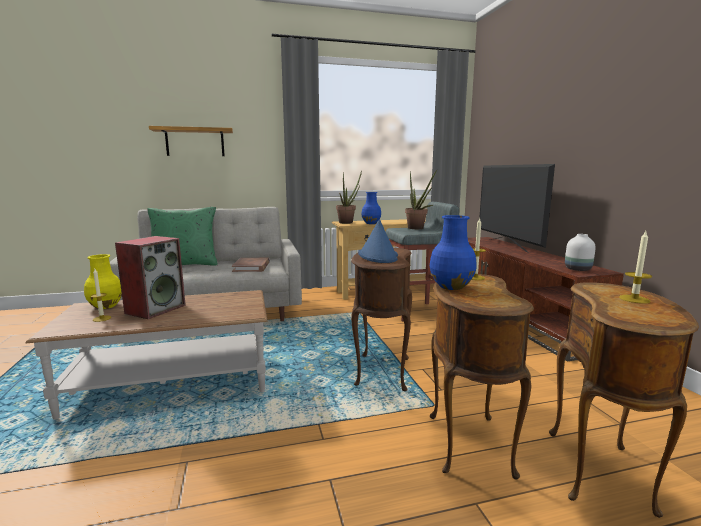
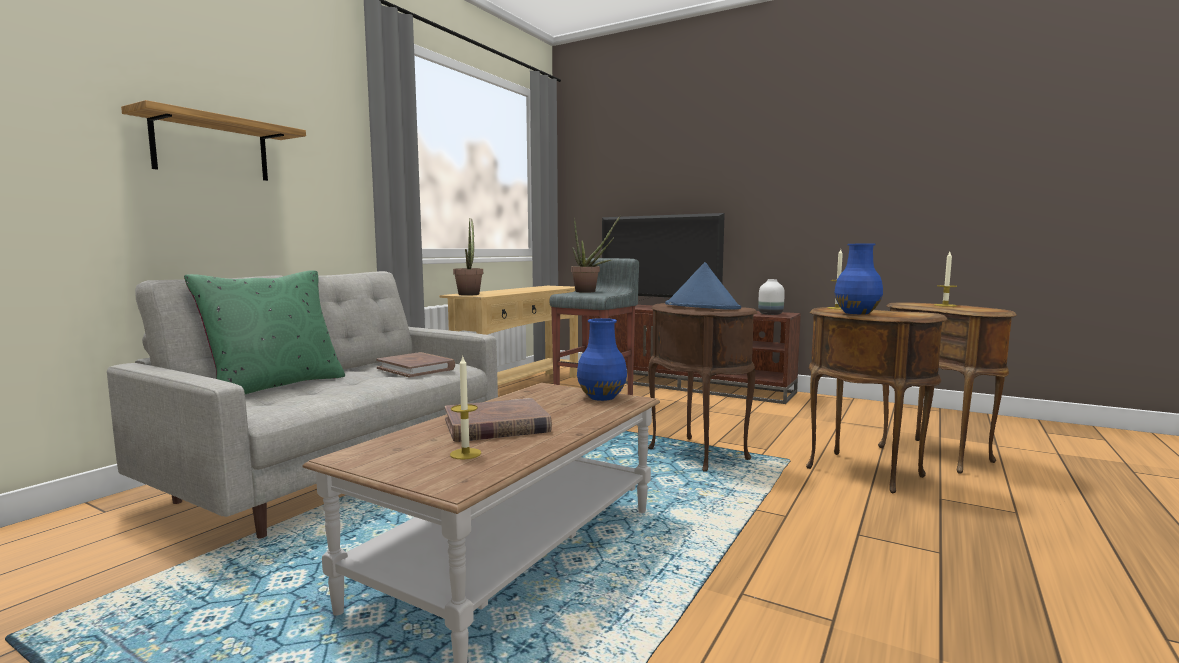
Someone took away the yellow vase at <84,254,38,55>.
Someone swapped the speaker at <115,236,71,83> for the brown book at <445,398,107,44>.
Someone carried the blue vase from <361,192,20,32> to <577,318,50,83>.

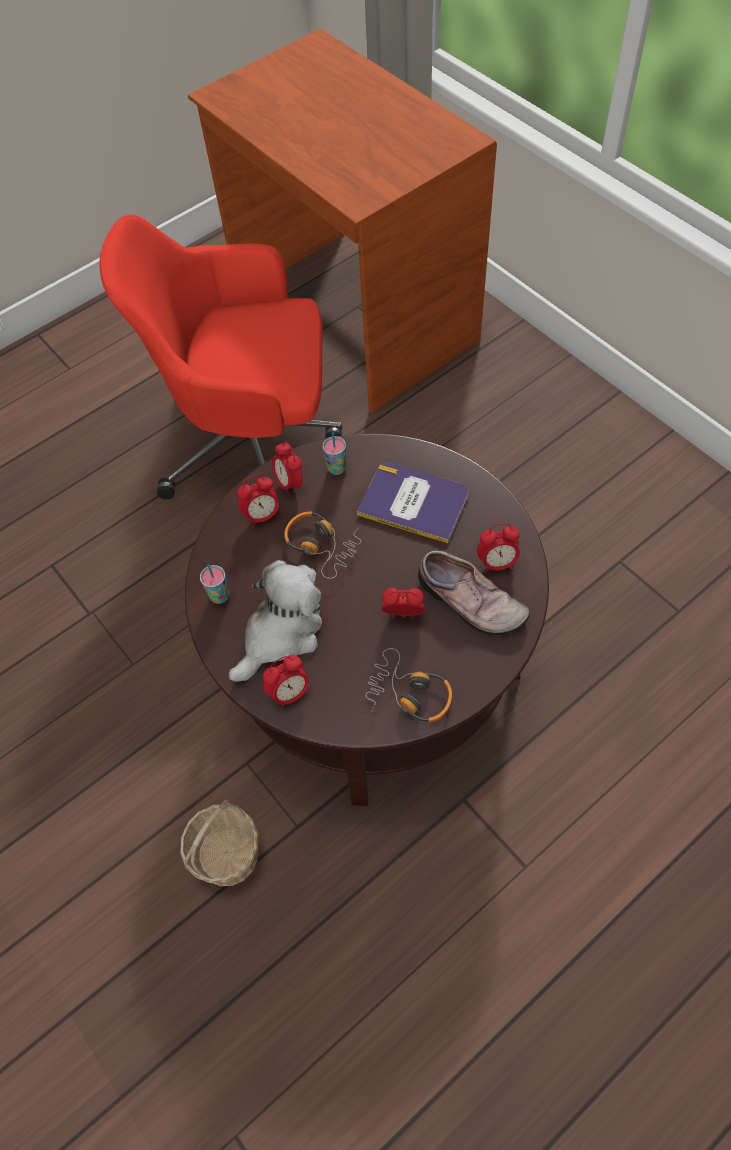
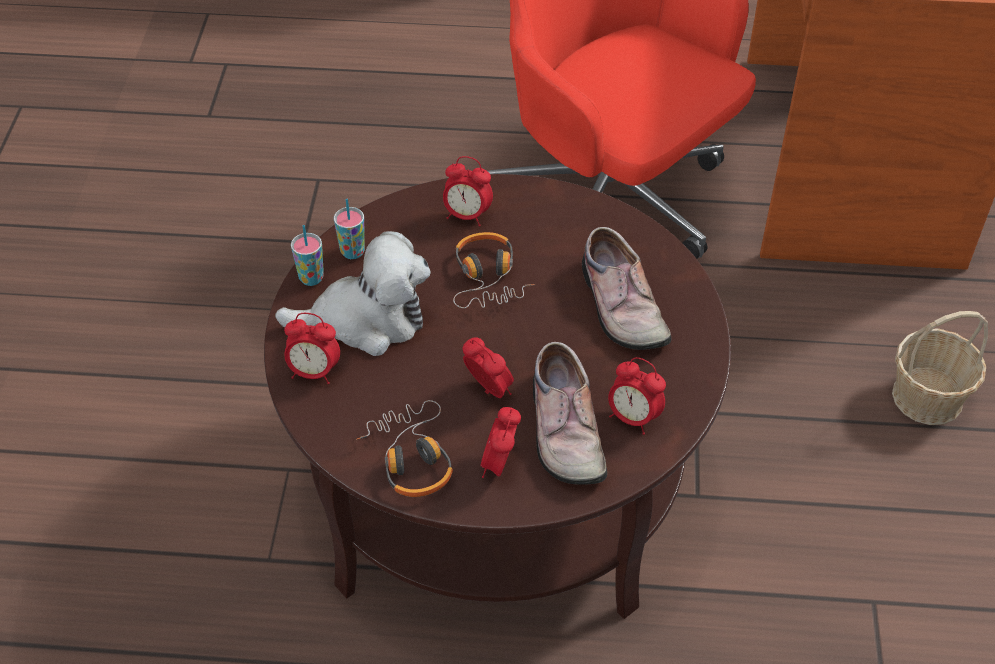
Someone carried the basket from <180,800,78,86> to <892,311,96,114>.
Someone carried the alarm clock from <272,442,31,55> to <481,407,40,71>.
Someone carried the cup from <323,432,23,43> to <291,225,33,61>.
Someone swapped the book at <357,462,112,81> for the shoe at <582,227,89,123>.

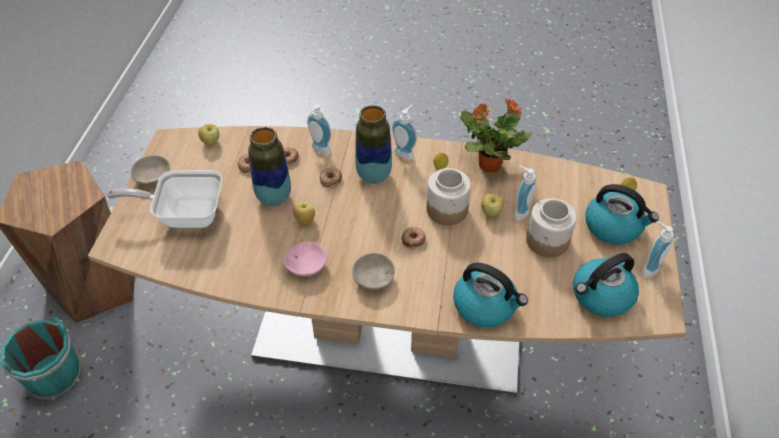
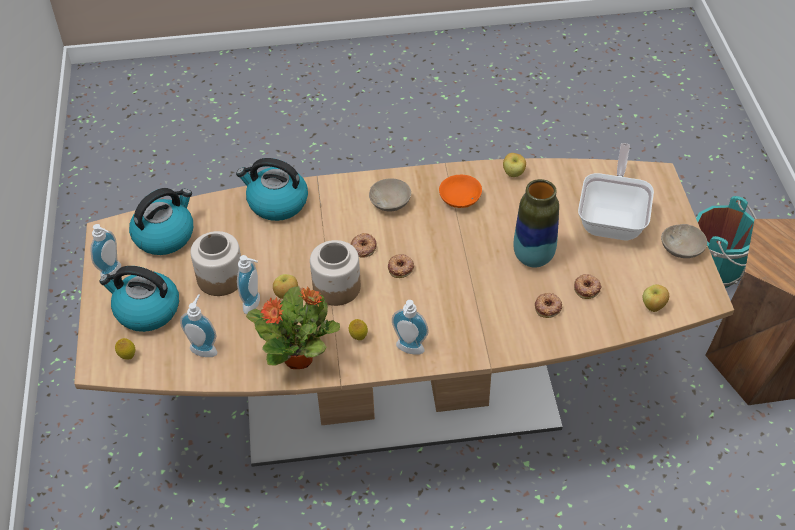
Someone rotated the frying pan at <107,170,115,58> by 60 degrees counterclockwise.
Someone repainted the pink bowl at <283,242,44,34>, which became the orange bowl at <439,175,43,33>.
Someone carried the apple from <293,202,22,23> to <503,153,23,24>.
Someone carried the soap dispenser from <307,104,24,50> to <180,294,37,63>.
Someone carried the donut from <319,167,23,21> to <388,254,26,24>.
Someone took away the vase at <355,105,37,79>.

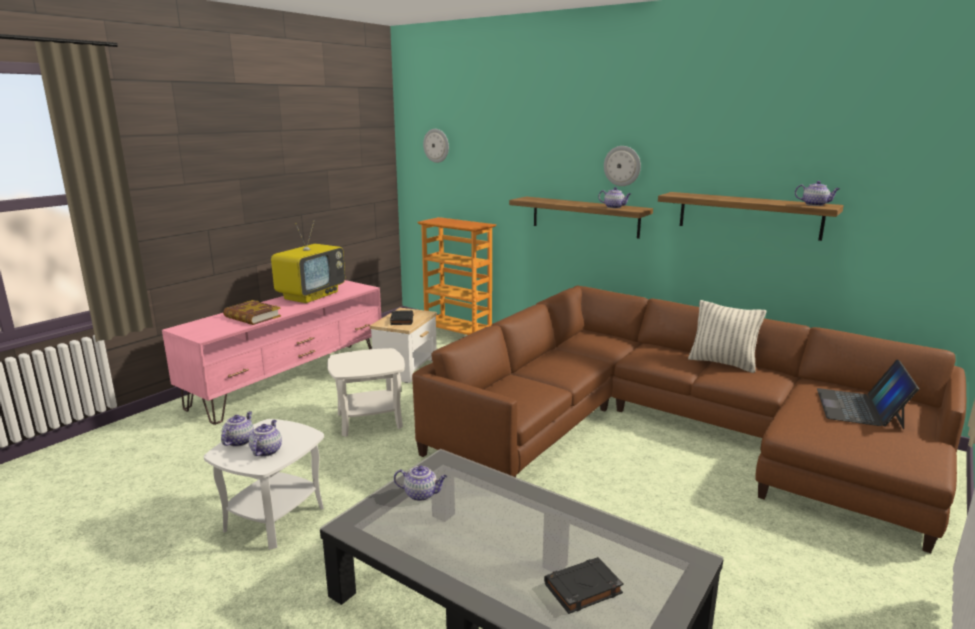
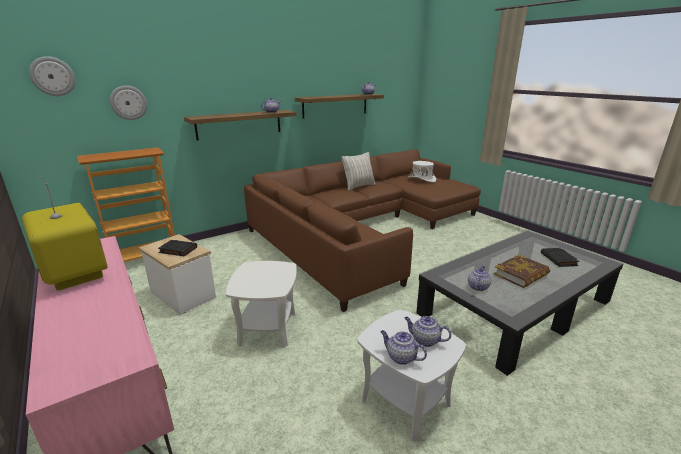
Someone carried the book from <223,300,58,25> to <494,255,56,33>.
Someone carried the wall clock from <604,146,37,40> to <110,85,37,35>.
Someone swapped the laptop at <817,359,102,70> for the white hat at <408,161,28,21>.

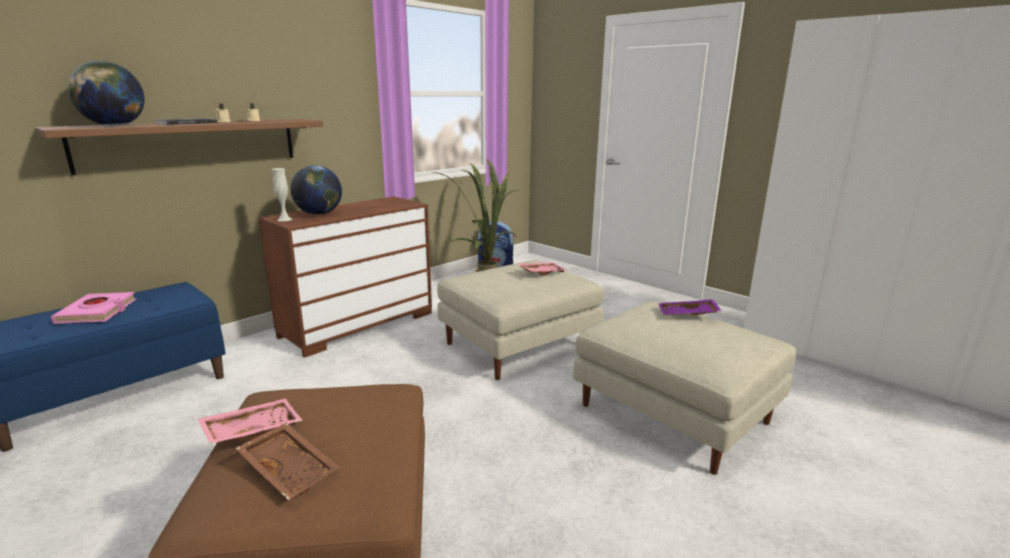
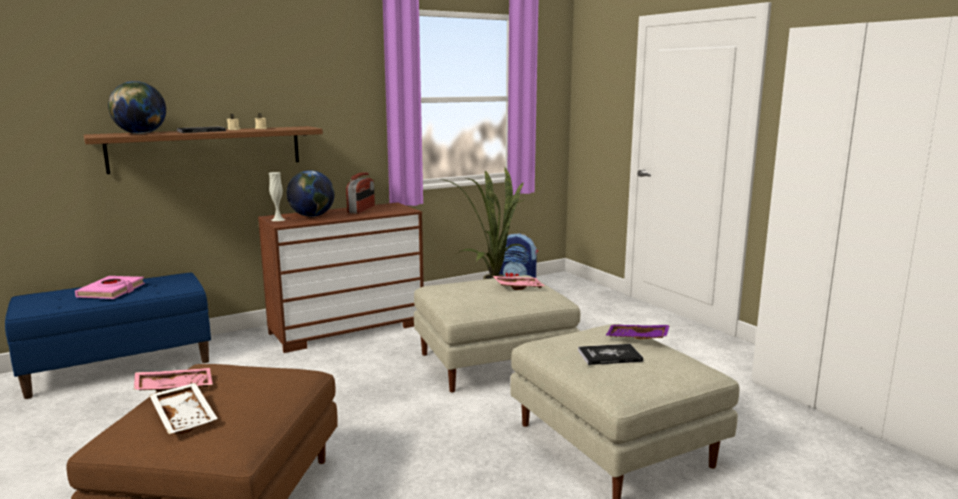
Someone repainted the brown tray at <235,423,104,77>, which became the white tray at <150,383,68,51>.
Someone put down the radio at <346,172,29,42>.
Someone put down the book at <578,344,65,21>.

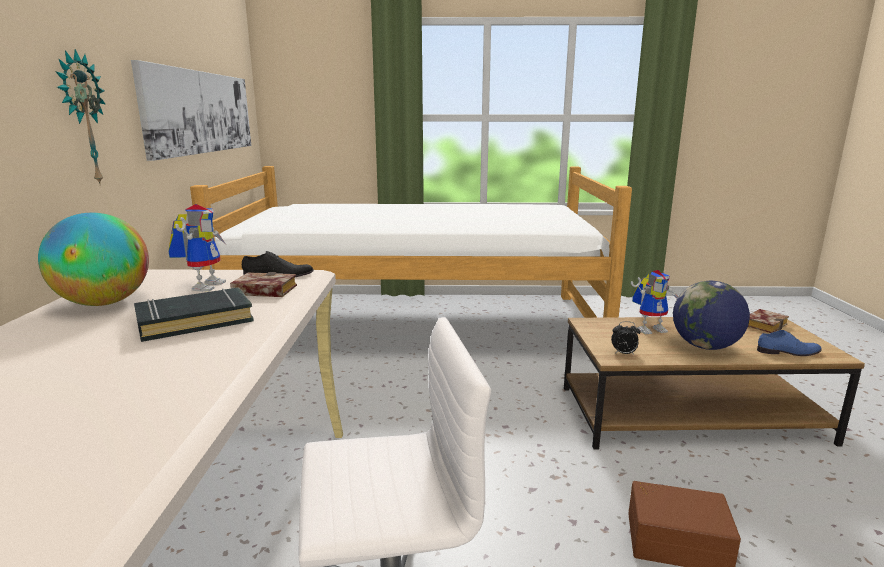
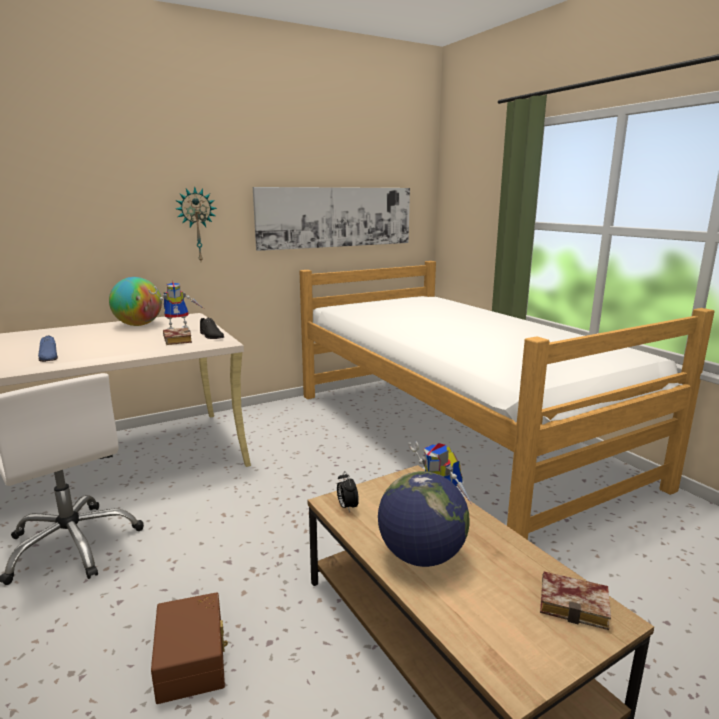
Someone took away the black book at <134,287,120,55>.
Someone carried the blue shoe from <757,330,65,26> to <38,335,20,27>.

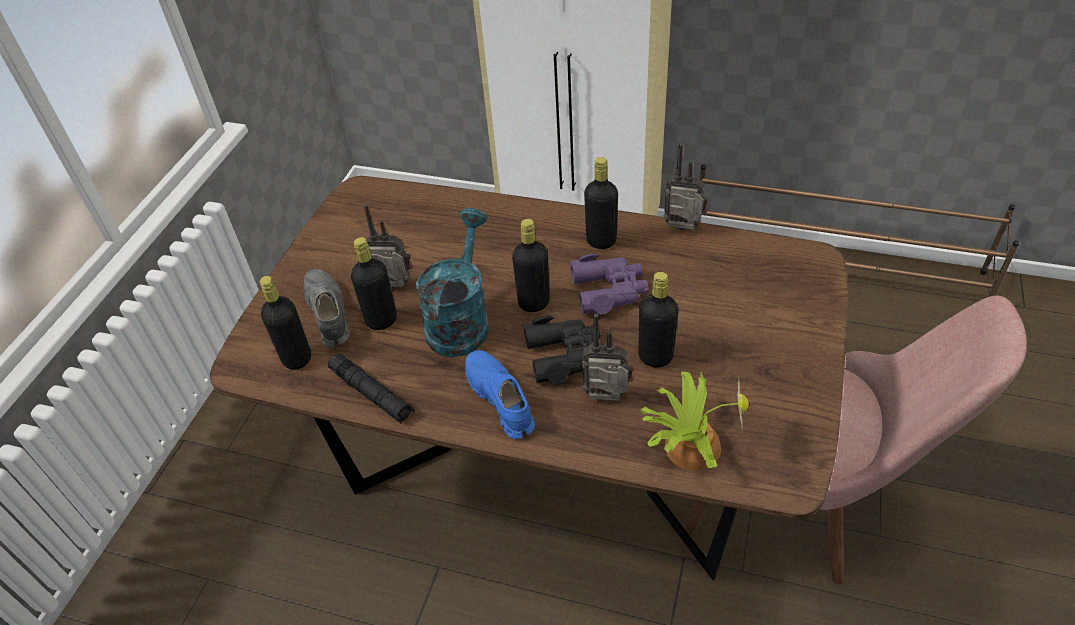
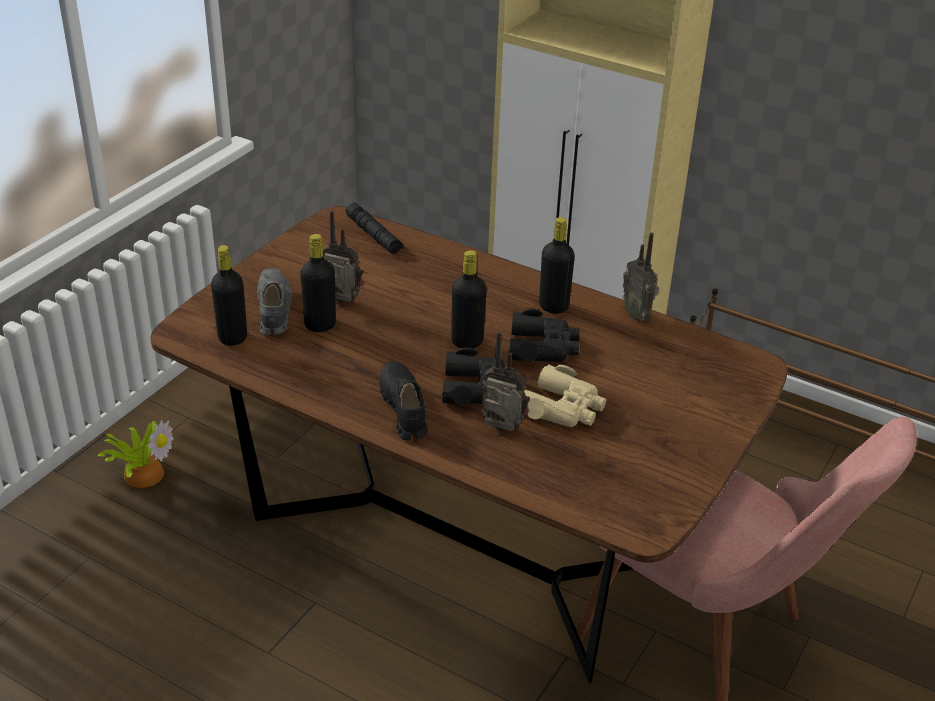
Someone carried the black flashlight from <328,354,86,70> to <346,203,58,51>.
Someone took away the turquoise watering can at <416,208,73,149>.
Someone repainted the blue shoe at <465,350,70,89>, which became the black shoe at <379,361,49,79>.
Someone repainted the purple binoculars at <570,253,79,61>, which became the black binoculars at <509,308,71,54>.
Someone swapped the black bottle at <638,272,41,95> for the beige binoculars at <524,364,83,63>.
Someone carried the potted plant from <639,372,110,98> to <96,420,78,68>.
Someone rotated the radio at <664,144,44,86> by 150 degrees counterclockwise.

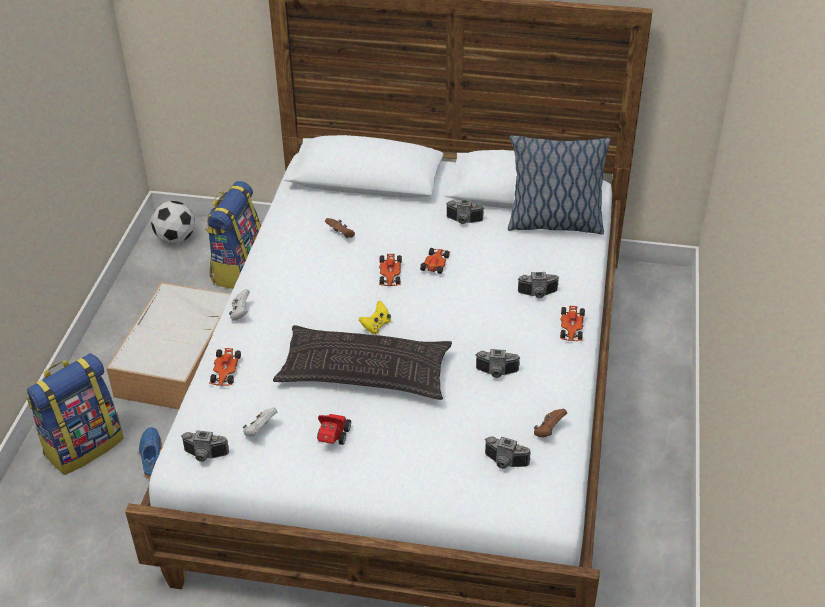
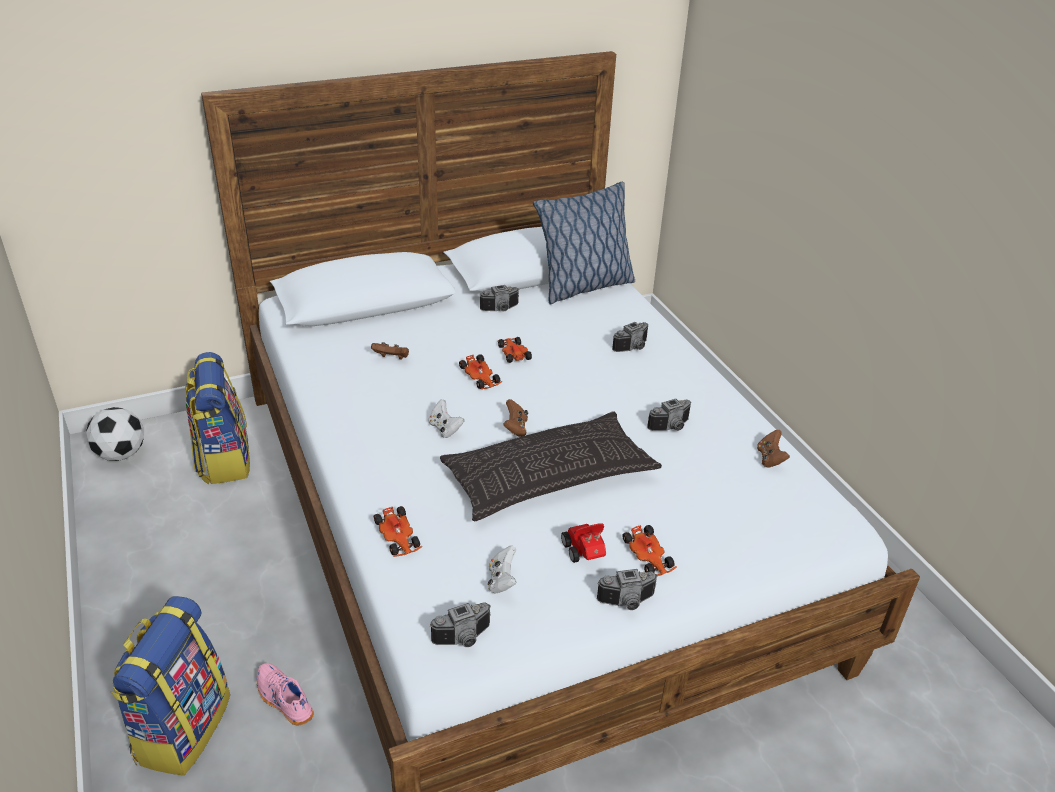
Someone took away the storage box at <106,282,125,127>.
Someone repainted the blue shoe at <139,427,23,52>, which became the pink shoe at <257,663,57,62>.
Someone carried the white game controller from <229,289,21,32> to <429,399,35,39>.
Someone repainted the yellow game controller at <359,301,32,33>, which became the brown game controller at <503,399,25,38>.
Someone carried the photo camera from <485,436,46,33> to <597,569,61,41>.
Someone carried the toy car from <560,306,25,35> to <622,525,55,51>.

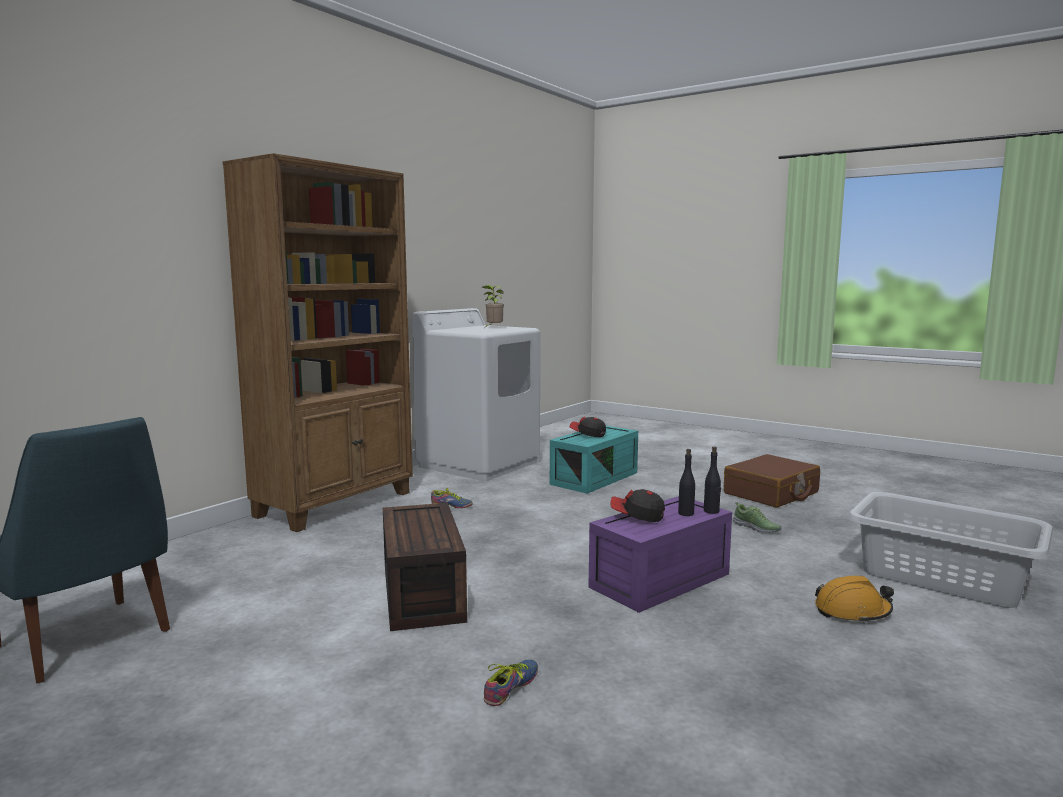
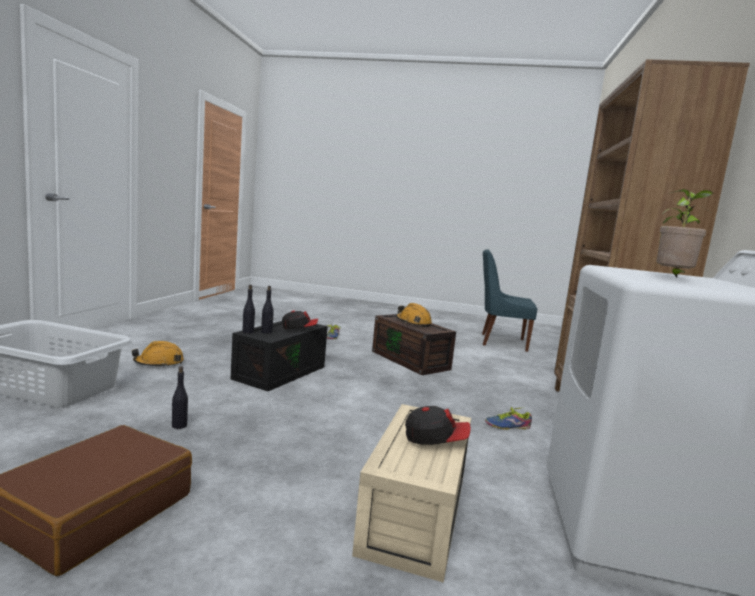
Someone repainted the turquoise storage box at <550,426,88,68>, which became the beige storage box at <352,404,119,179>.
Someone repainted the purple storage box at <588,496,144,117>, which became the black storage box at <231,321,97,70>.
Someone swapped the shoe at <733,502,48,31> for the black bottle at <172,367,16,62>.
Someone put down the orange hard hat at <396,303,36,24>.

